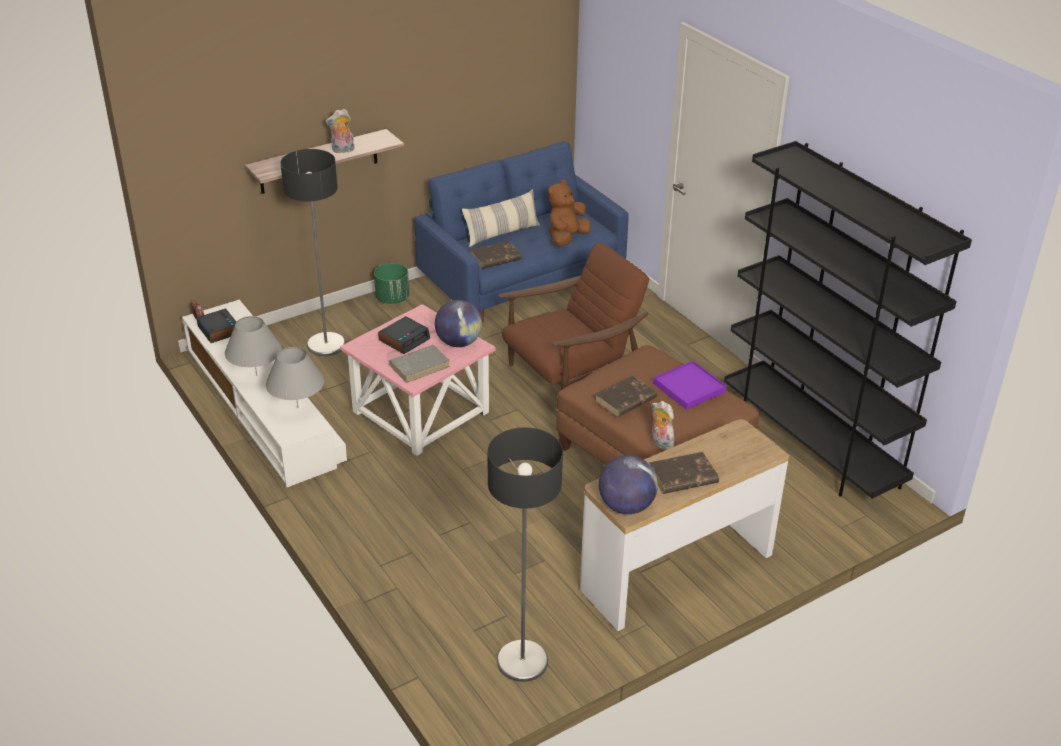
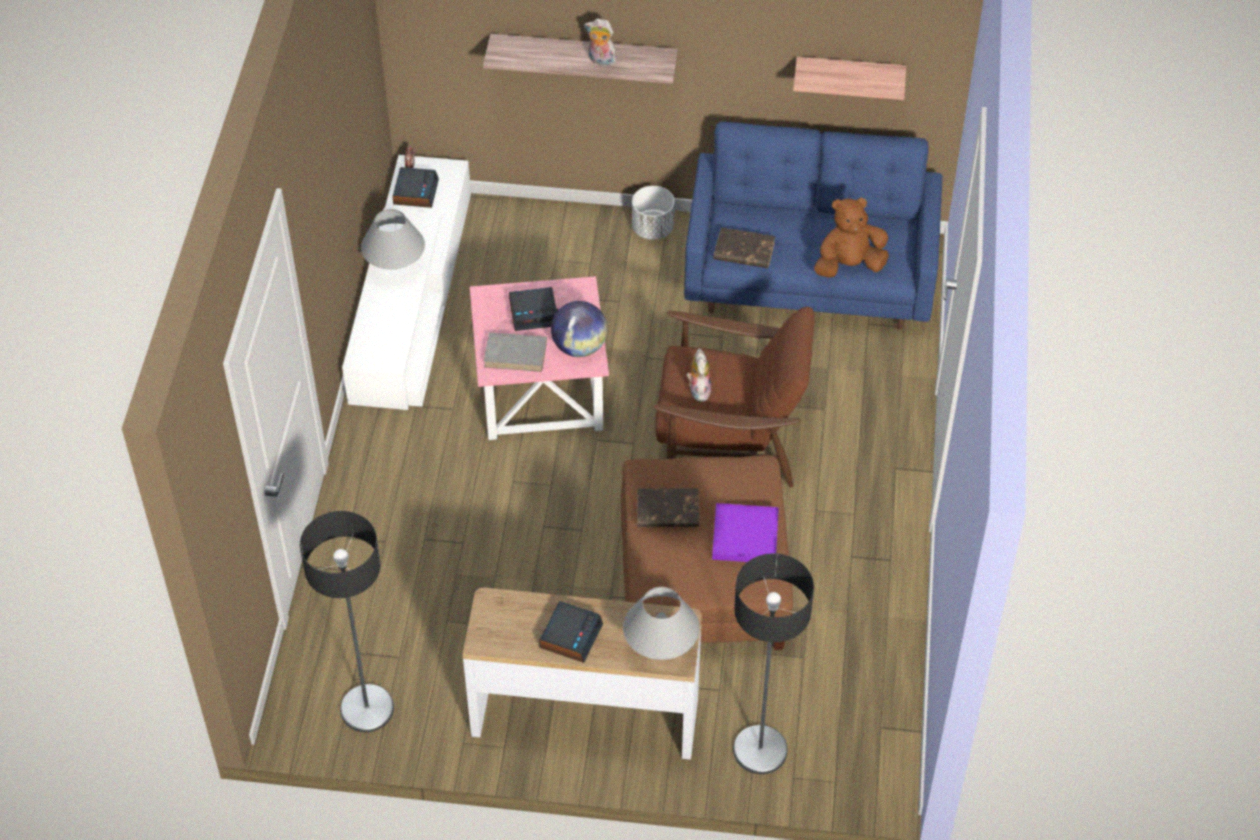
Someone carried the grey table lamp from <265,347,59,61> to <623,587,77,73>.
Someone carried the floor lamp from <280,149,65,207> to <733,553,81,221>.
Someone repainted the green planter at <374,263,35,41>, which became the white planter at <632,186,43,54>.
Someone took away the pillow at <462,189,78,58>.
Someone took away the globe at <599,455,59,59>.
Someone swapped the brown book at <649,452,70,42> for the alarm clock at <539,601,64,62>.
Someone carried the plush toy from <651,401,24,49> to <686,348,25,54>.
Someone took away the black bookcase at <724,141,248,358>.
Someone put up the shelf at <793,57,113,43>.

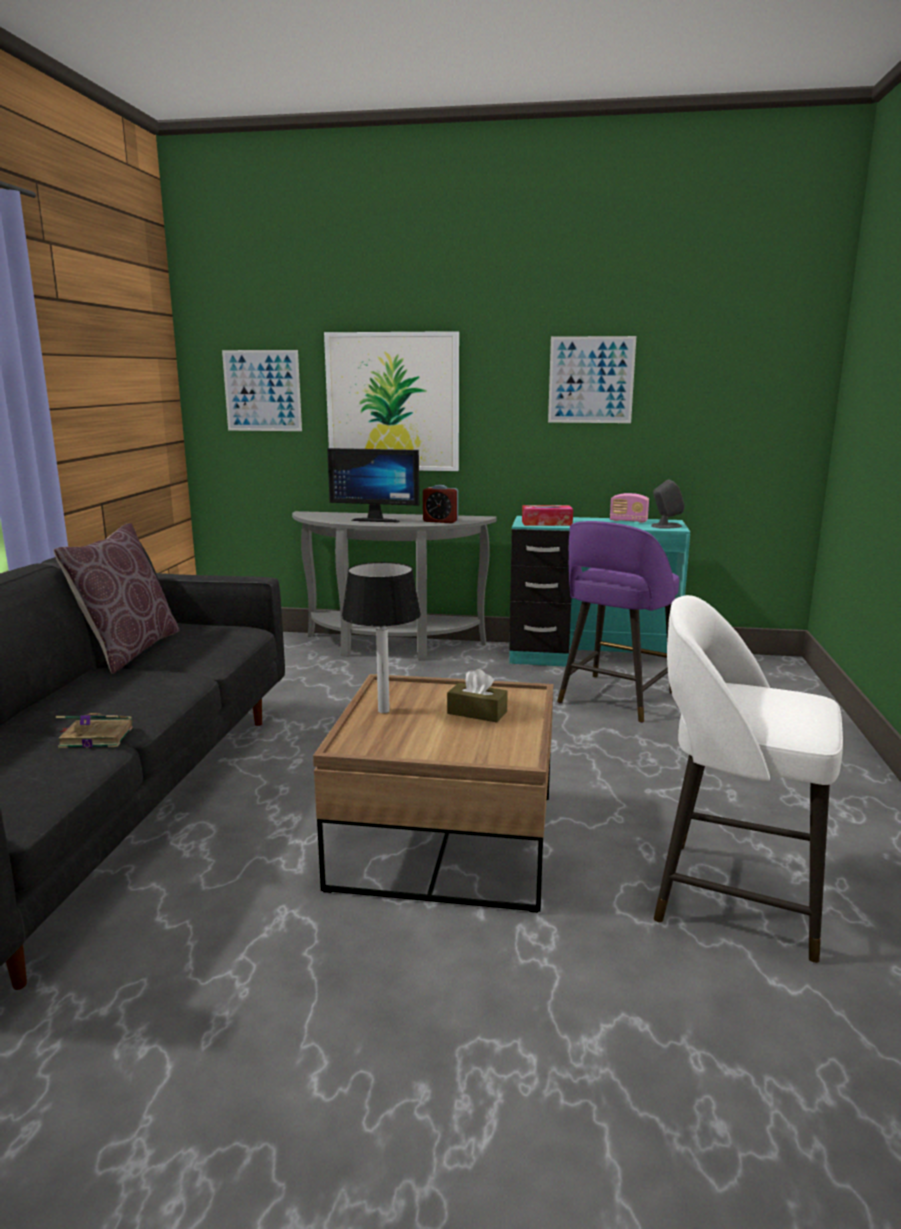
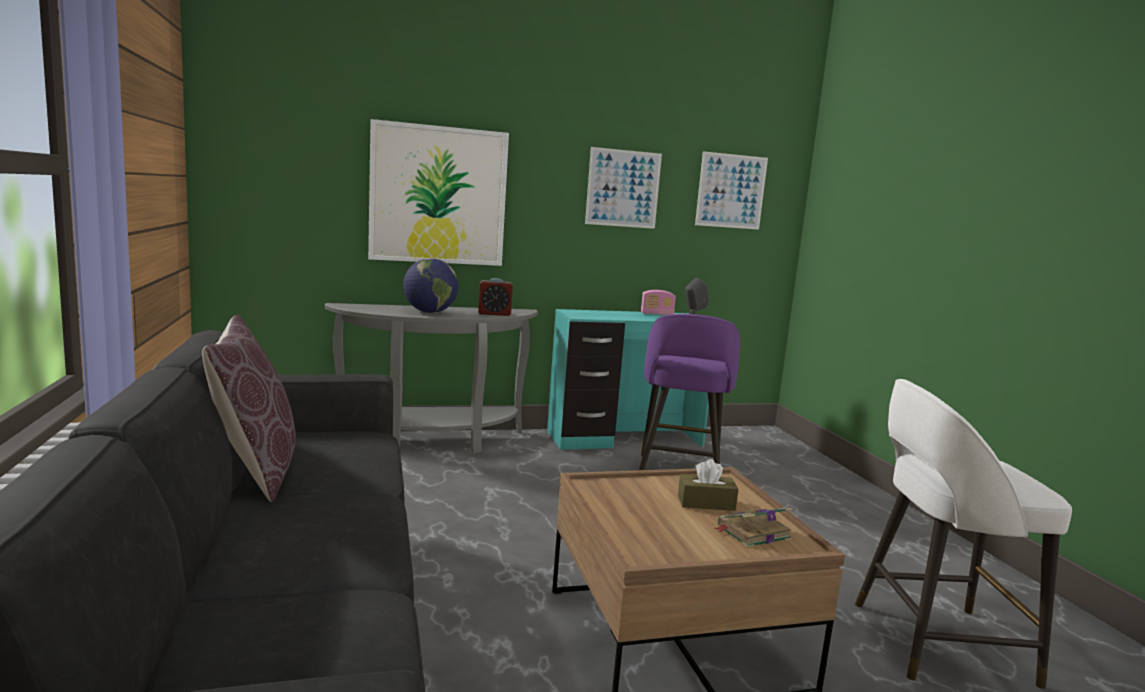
Someone carried the book from <56,713,77,35> to <714,507,79,41>.
Someone carried the picture from <222,350,80,81> to <695,151,73,79>.
Someone swapped the monitor at <327,448,92,74> for the globe at <403,258,55,55>.
Someone took away the table lamp at <342,562,79,151>.
Someone took away the tissue box at <522,505,51,21>.

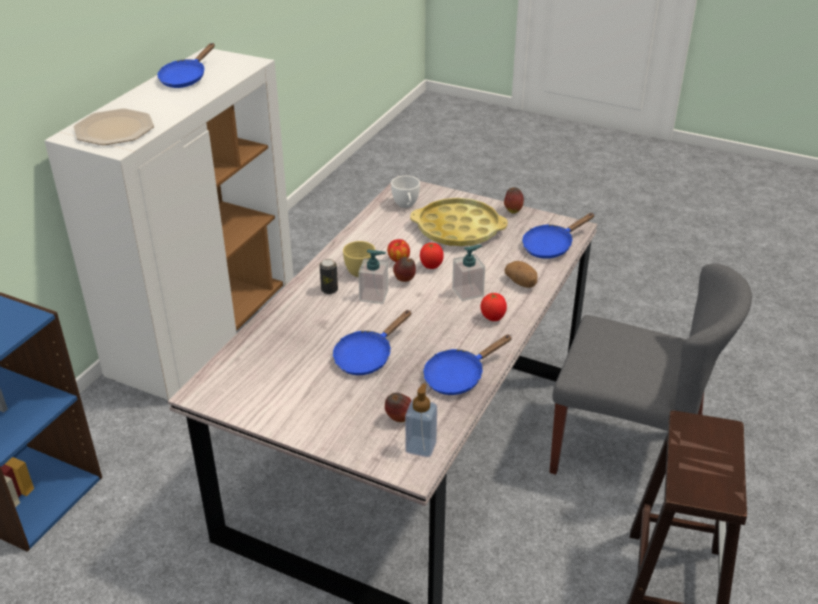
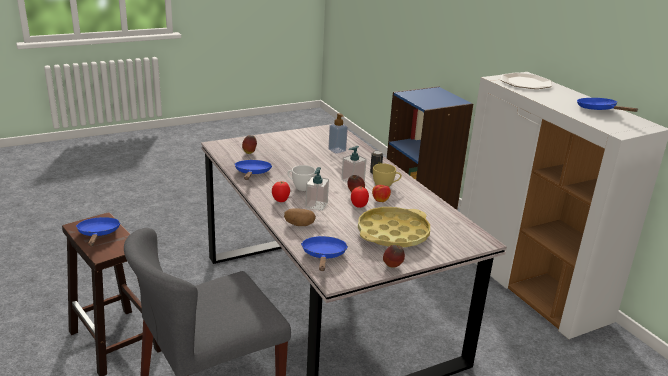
Someone carried the blue frying pan from <333,310,79,65> to <76,217,45,29>.
Someone carried the white cup from <391,176,29,32> to <288,165,27,26>.
Someone carried the soap dispenser from <405,383,32,74> to <328,113,20,41>.

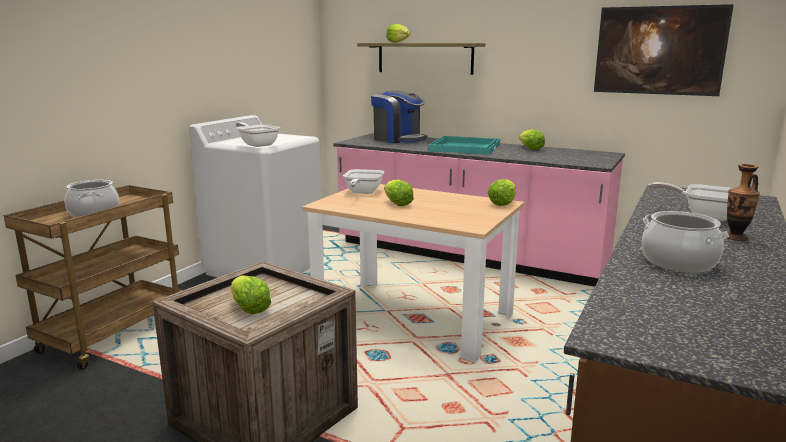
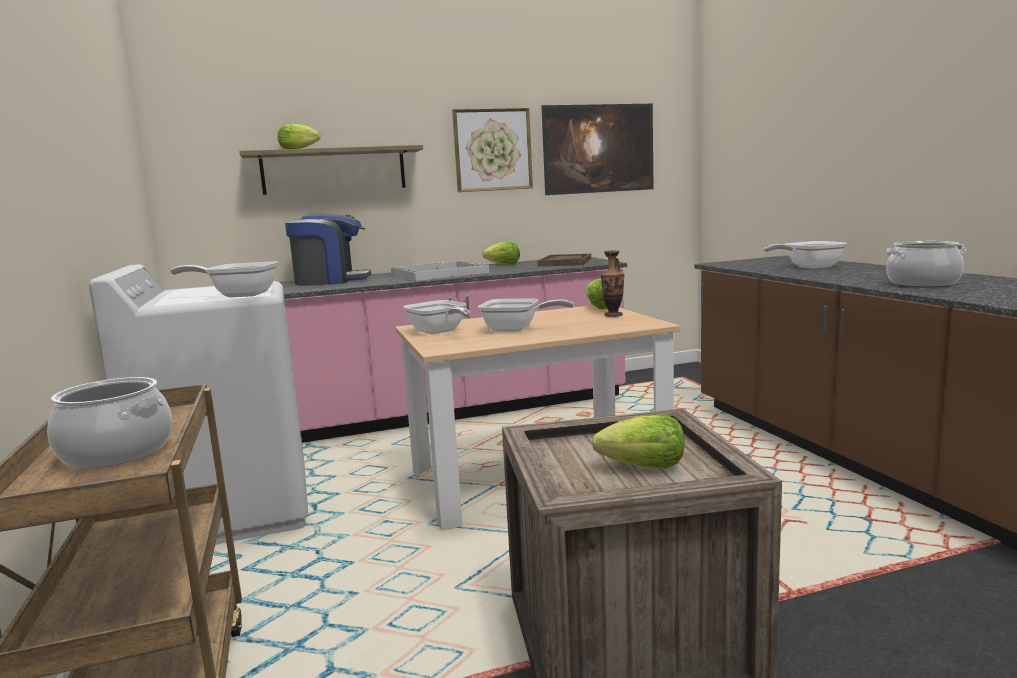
Someone swapped the lettuce at <384,179,30,27> for the frying pan at <478,299,96,33>.
Someone repainted the turquoise tray at <429,136,71,18>, which became the white tray at <391,261,98,20>.
Someone carried the vase from <727,164,33,77> to <601,250,23,67>.
Someone put up the picture at <452,108,81,84>.
Someone put down the brown tray at <538,254,53,12>.

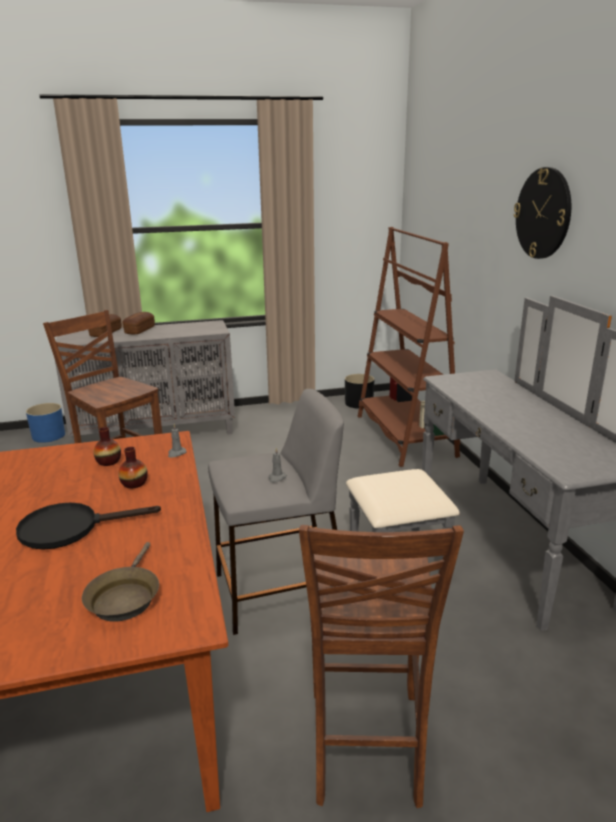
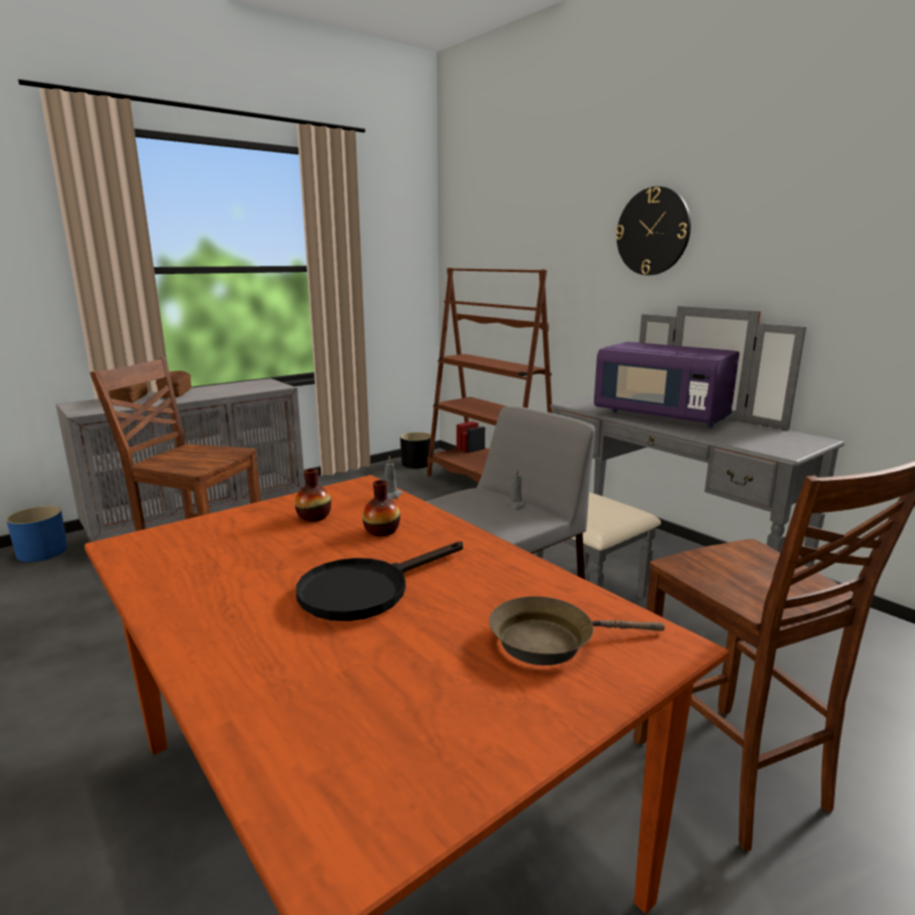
Someone rotated the brown frying pan at <82,542,77,80> by 105 degrees clockwise.
Someone put down the purple microwave at <594,342,145,85>.

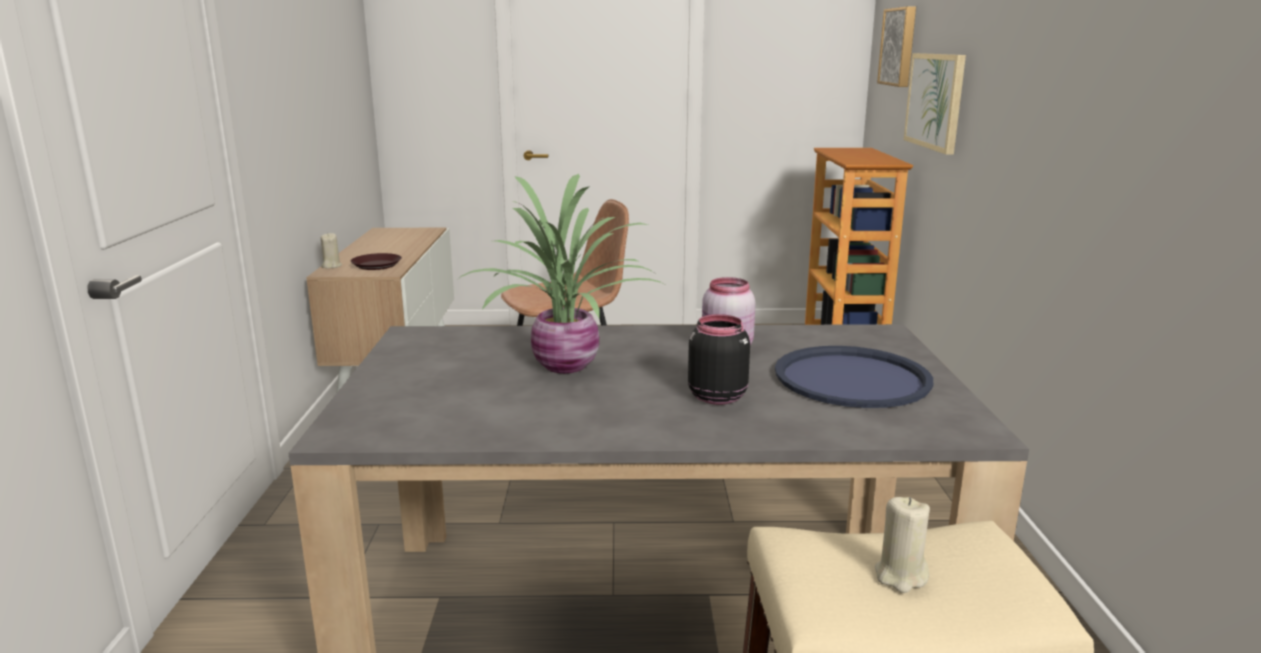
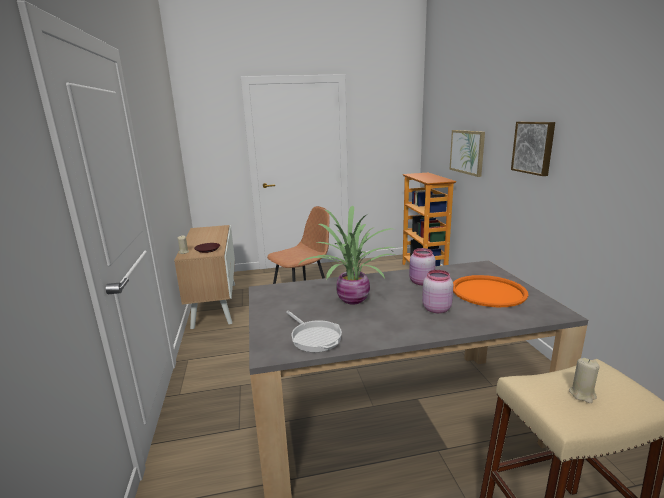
Someone repainted the black jar at <688,314,62,91>, which became the pink jar at <422,270,31,43>.
Someone repainted the blue tray at <775,346,158,62>, which became the orange tray at <453,275,75,32>.
Someone carried the picture from <877,6,39,81> to <511,121,44,55>.
Someone put down the frying pan at <286,311,56,41>.

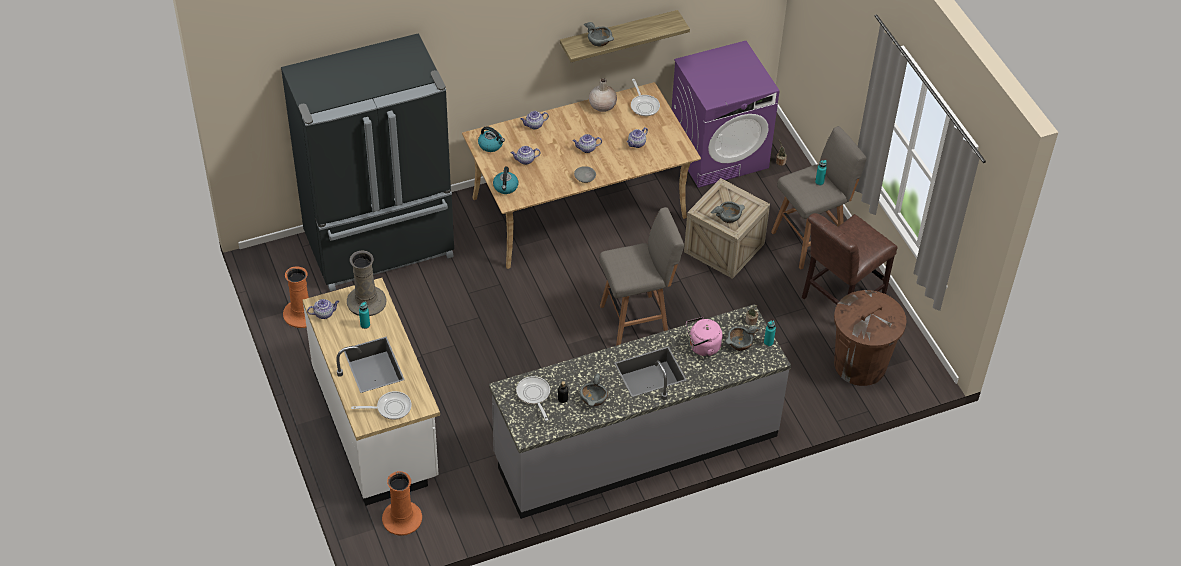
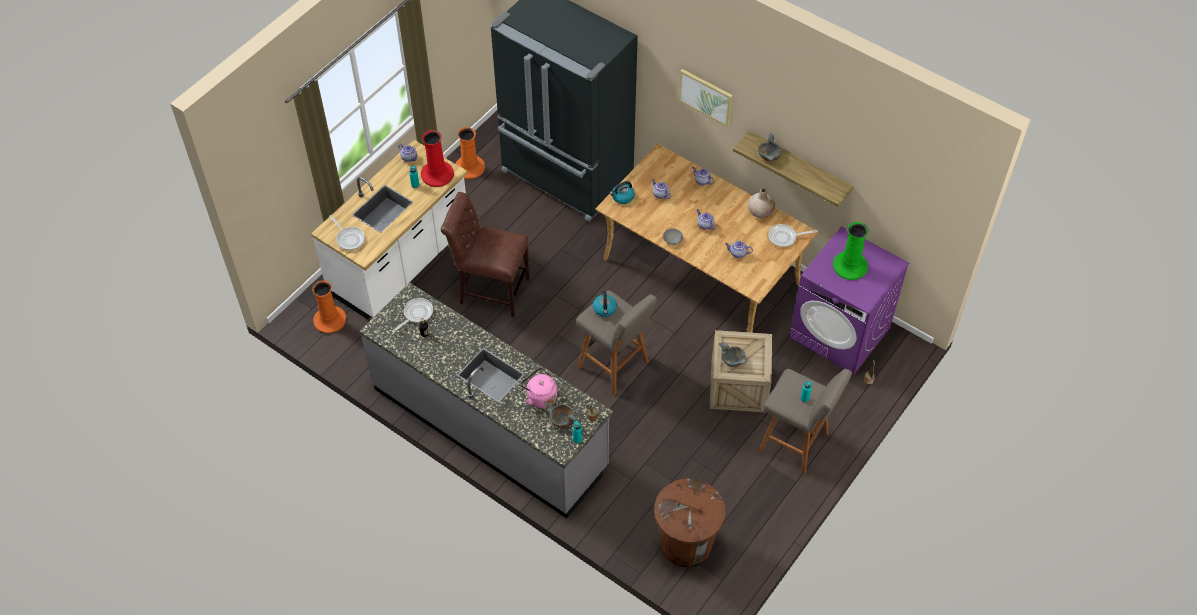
Someone repainted the beige vase at <347,251,40,65>, which became the red vase at <421,130,33,57>.
Someone carried the kettle from <478,126,27,26> to <593,291,24,26>.
Someone took away the grey bowl at <579,373,29,33>.
Someone rotated the frying pan at <631,79,29,37> by 45 degrees clockwise.
Someone carried the brown chair from <802,213,95,92> to <441,192,89,125>.
Someone put up the picture at <678,69,55,58>.
Someone put down the green vase at <833,222,36,58>.

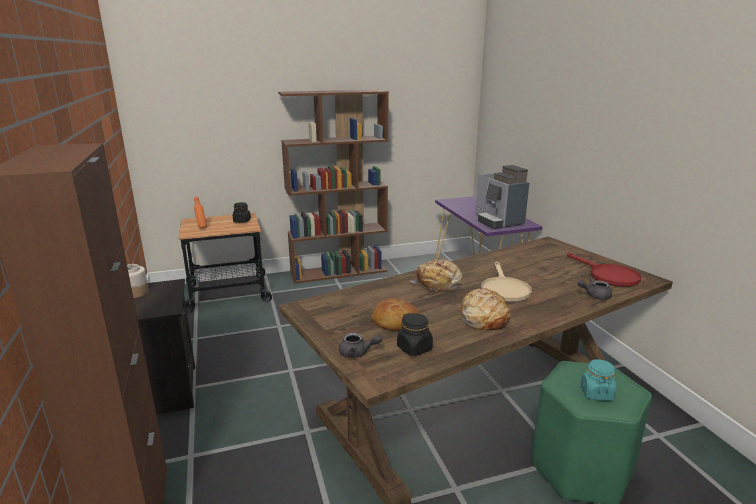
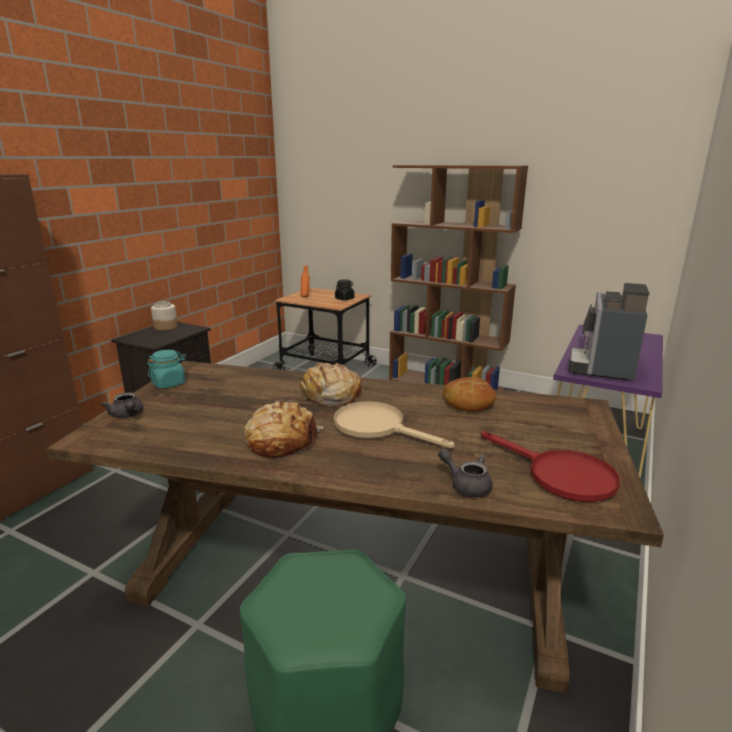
Someone carried the bread from <372,298,47,33> to <443,377,53,35>.
Someone took away the black jar at <397,313,36,43>.
Someone rotated the beige frying pan at <481,262,51,40> by 75 degrees clockwise.
Someone rotated the red frying pan at <567,253,75,34> by 60 degrees counterclockwise.
Someone carried the turquoise jar from <581,359,35,42> to <147,350,39,39>.

